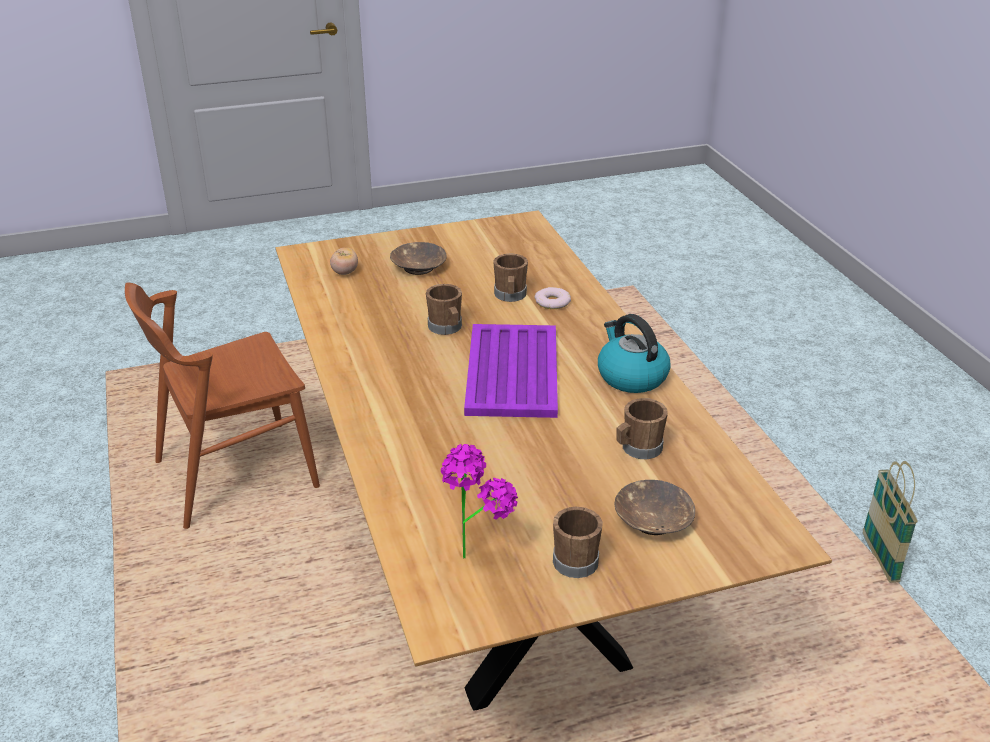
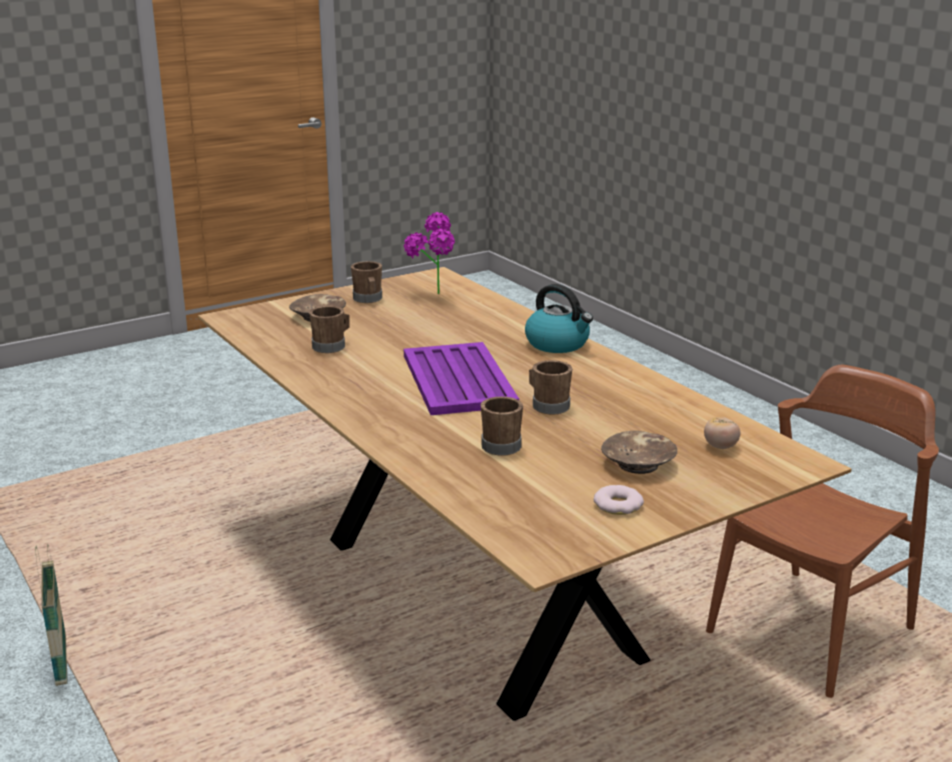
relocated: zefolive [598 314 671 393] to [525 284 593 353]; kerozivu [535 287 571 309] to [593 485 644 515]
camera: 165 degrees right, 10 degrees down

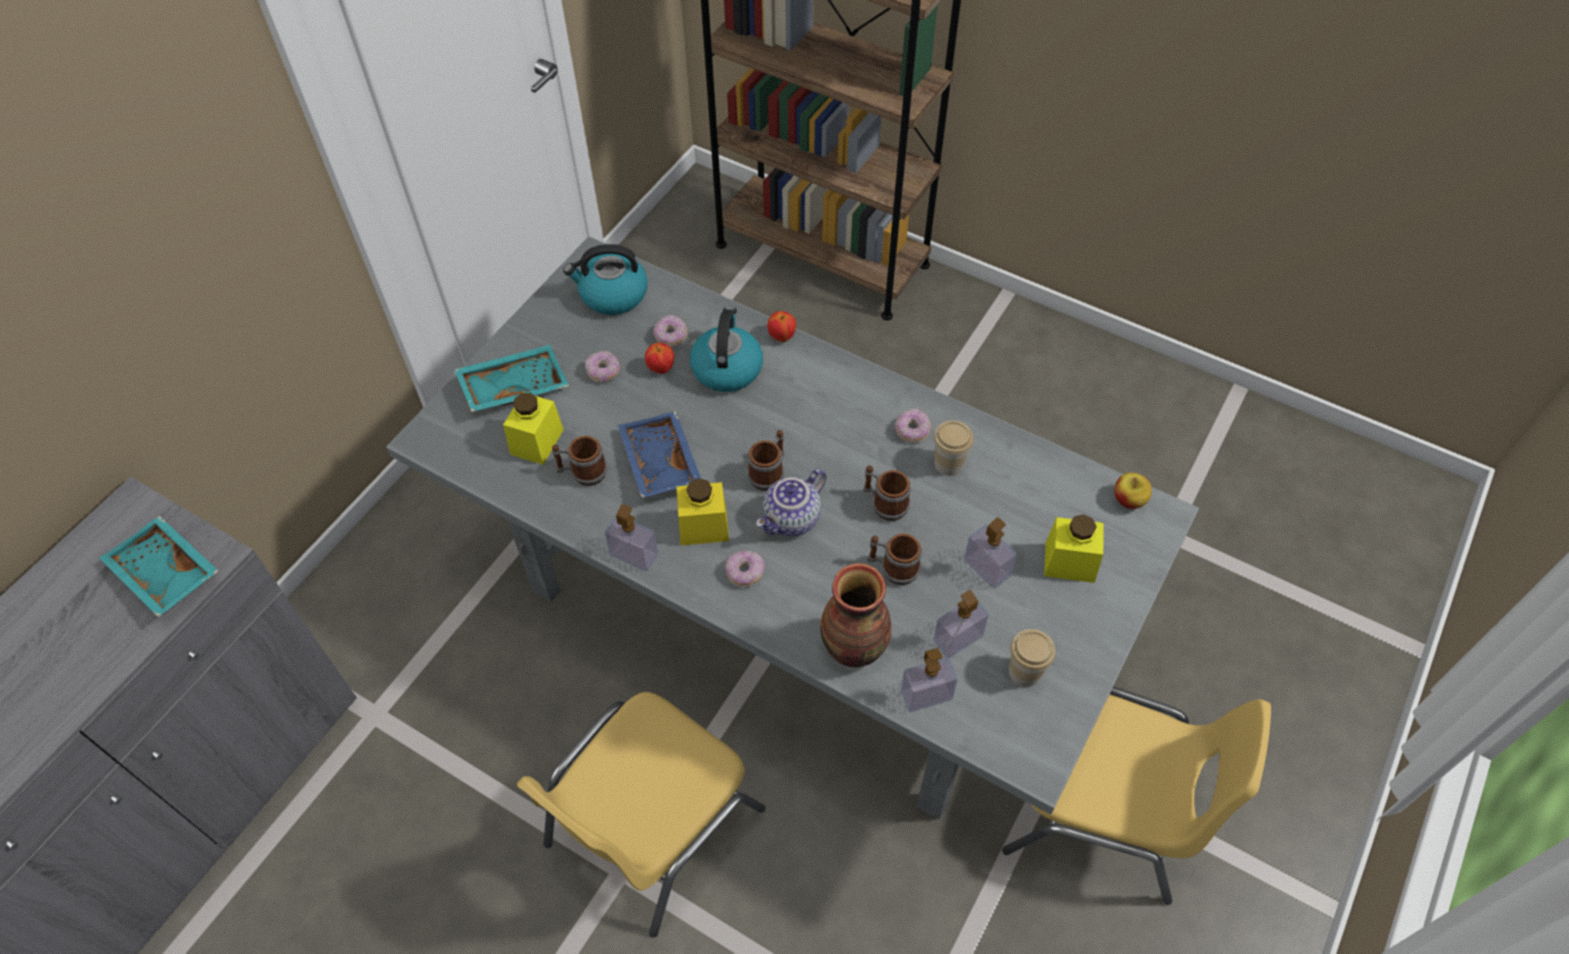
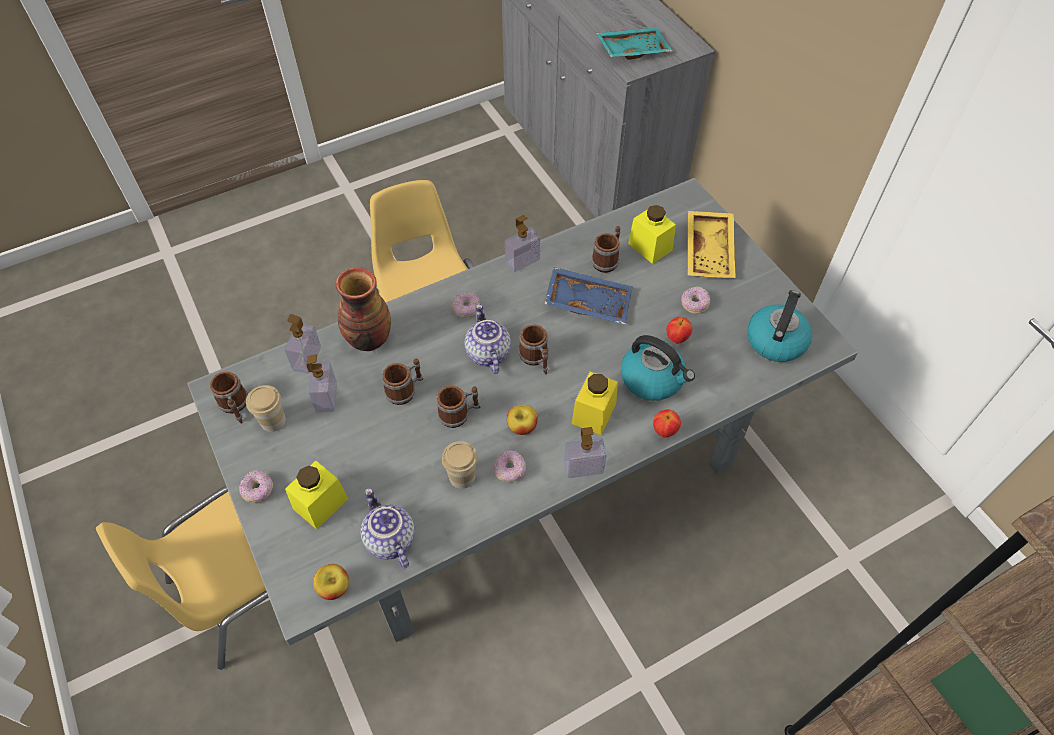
appeared: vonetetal [210 371 248 424]; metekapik [361 488 415 568]; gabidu [507 405 538 435]
relocated: kerozivu [653 315 687 347] to [239 470 273 503]; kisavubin [964 517 1017 589] to [564 427 607 478]; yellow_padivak [676 478 729 546] to [572 372 618 435]
colour: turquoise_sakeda [454 345 569 412] to yellow_sakeda [688 211 736 278]
camera: 120 degrees right, 0 degrees up

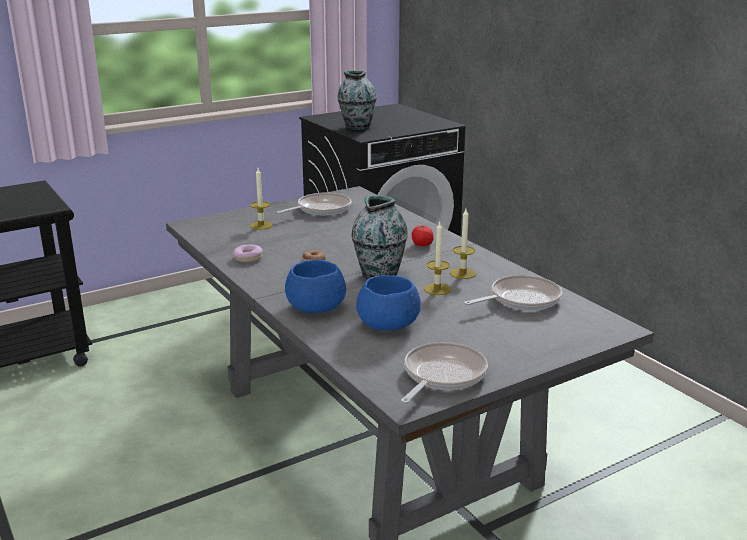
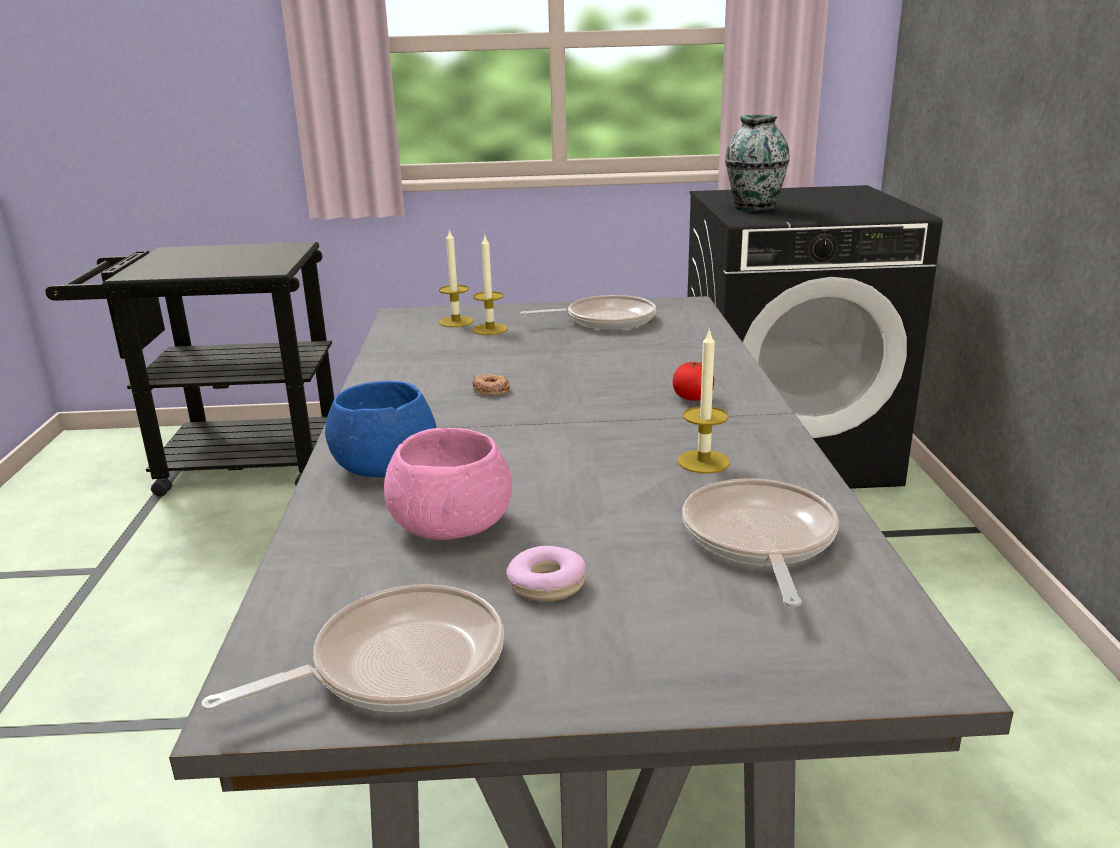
missing: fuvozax [351 196 408 279]
relocated: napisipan [424 222 451 295] to [439 229 473 327]; kerozivu [233 245 263 262] to [506 546 586 602]
colour: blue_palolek [356 275 421 330] to pink_palolek [384 428 512 540]
spun: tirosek [465 275 562 311] = [682 478 839 607] 90 degrees counterclockwise
camera: 30 degrees right, 0 degrees up

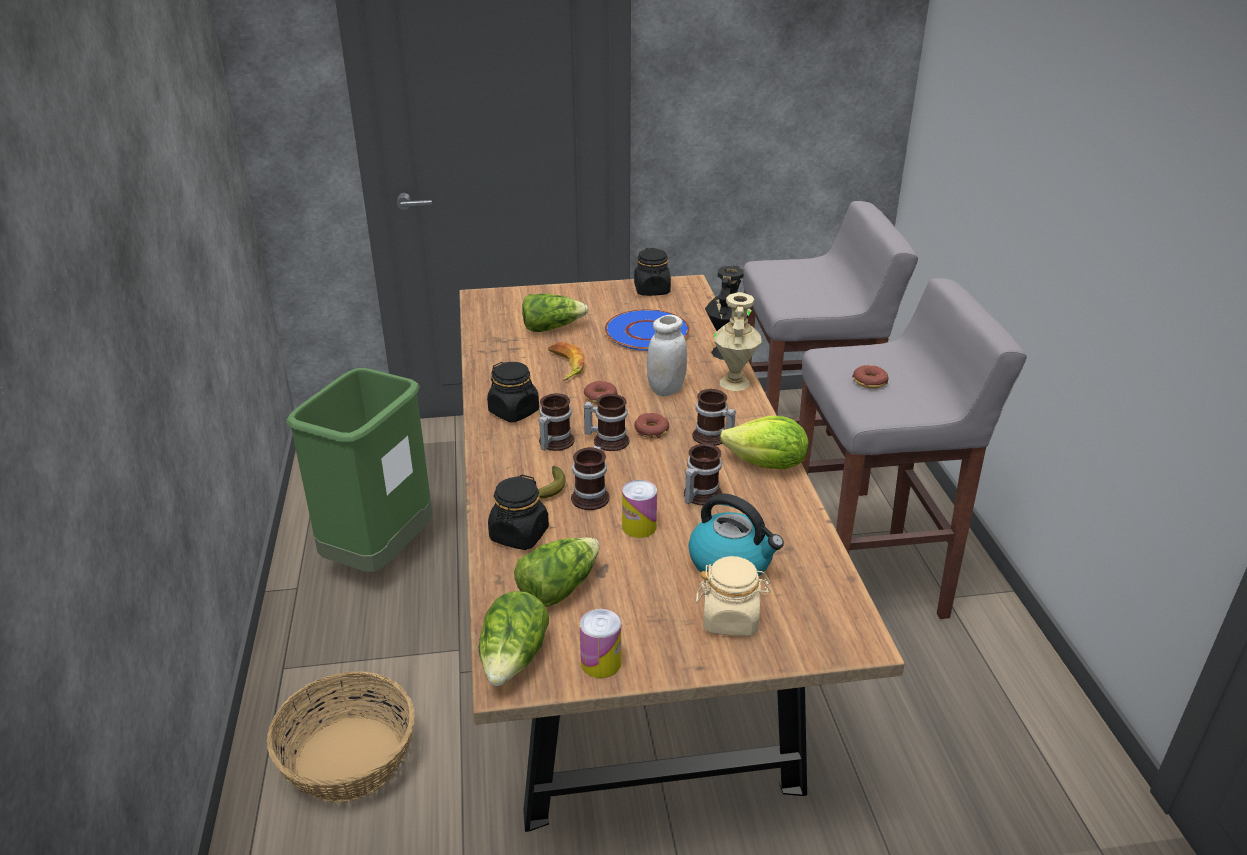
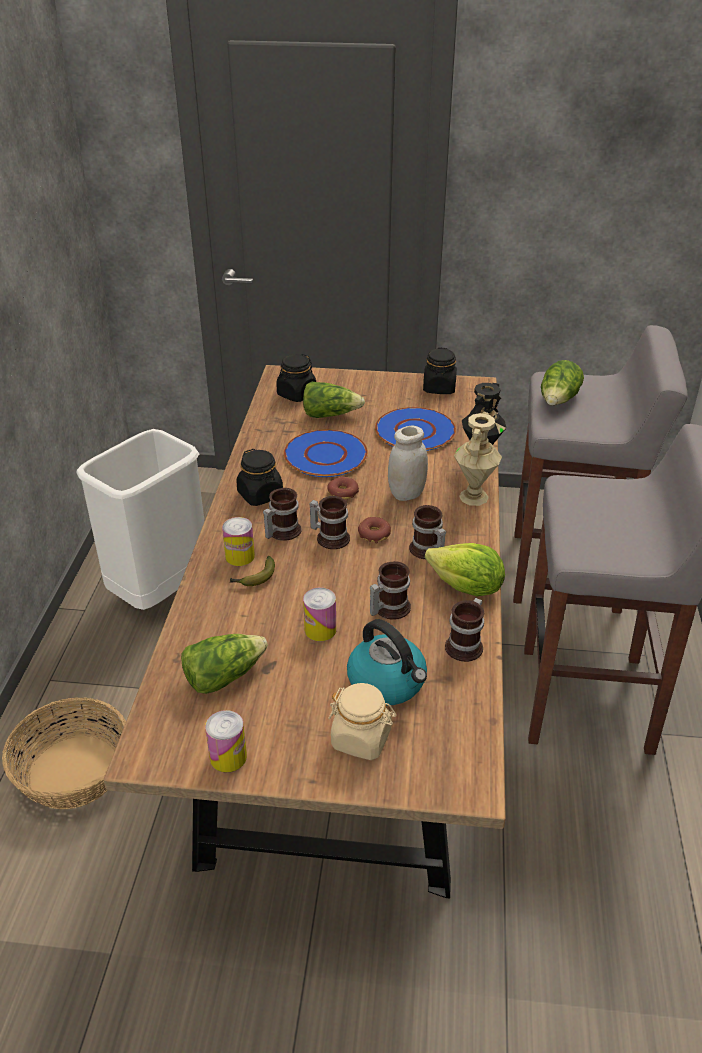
missing: kerozivu [852 365 889 389]
appeared: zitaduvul [222 517 255 566]
relocated: black_padivak [488 475 549 550] to [276 354 316 402]; vonetetal [571 446 610 510] to [445 598 484 662]; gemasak [479 591 549 686] to [541 360 584 406]
exchanged: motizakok [548 342 584 381] to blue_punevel [284 430 368 477]
colour: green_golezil [286 368 432 572] to white_golezil [76 429 205 610]
camera: 15 degrees right, 5 degrees up

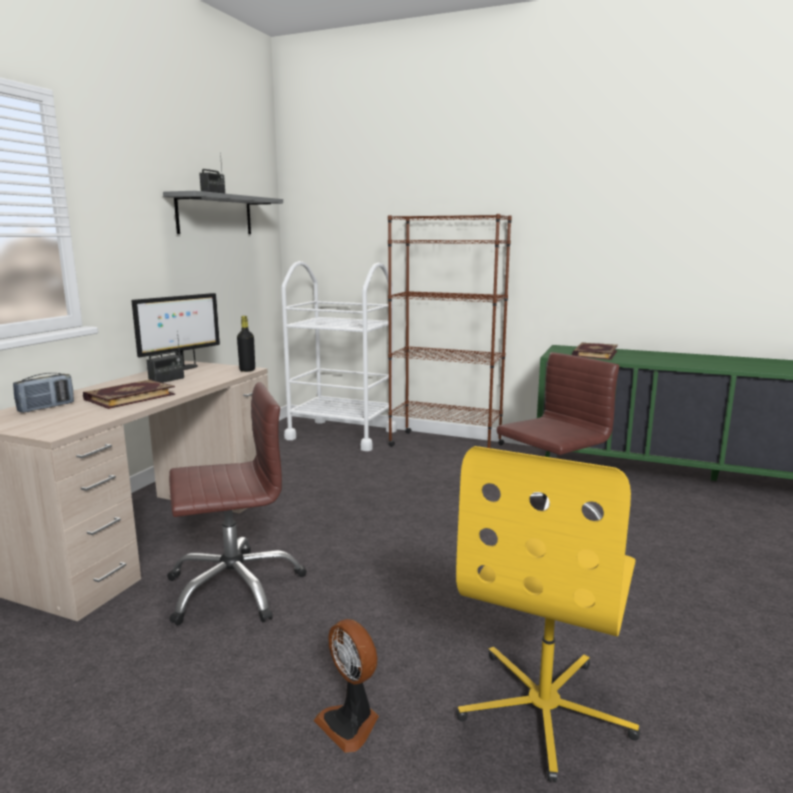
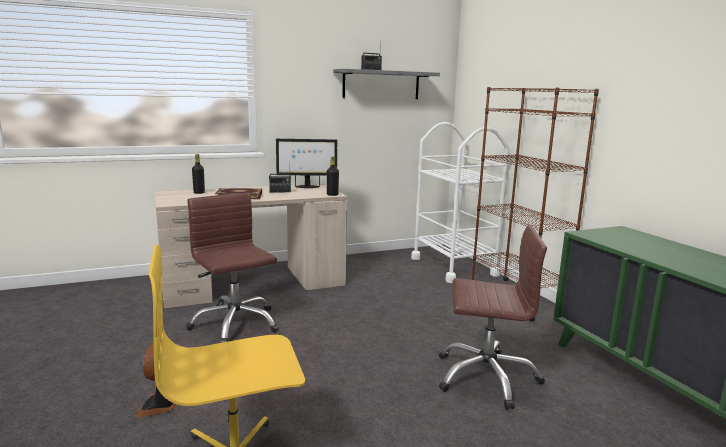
missing: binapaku [572 342 618 360]
exchanged: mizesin [13 373 74 413] to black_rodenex [192 154 205 194]
spun: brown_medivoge [167 382 307 625] = [186 193 279 343] 150 degrees counterclockwise
camera: 45 degrees right, 0 degrees up

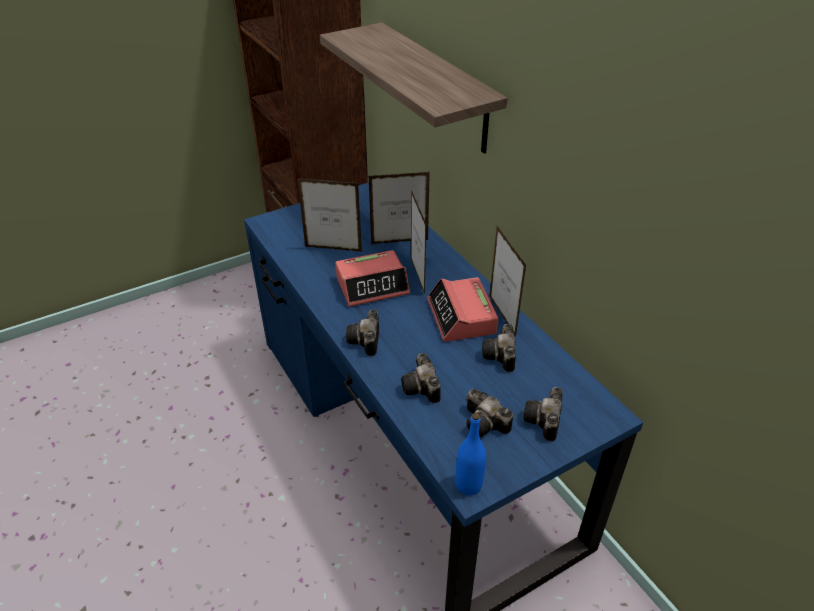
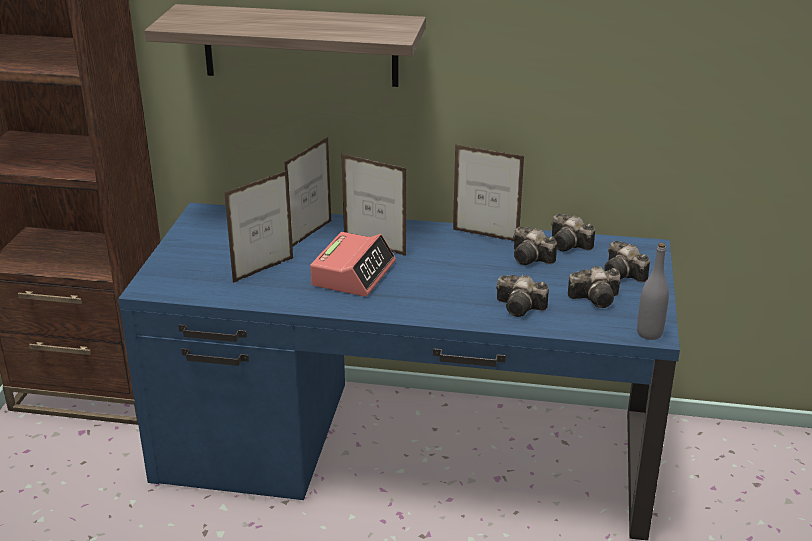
missing: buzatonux [427 277 498 342]
relocated: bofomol [346 310 379 356] to [551 214 595 251]
colour: blue_rodenex [456 413 486 495] to grey_rodenex [637 243 669 340]
camera: 50 degrees left, 10 degrees down

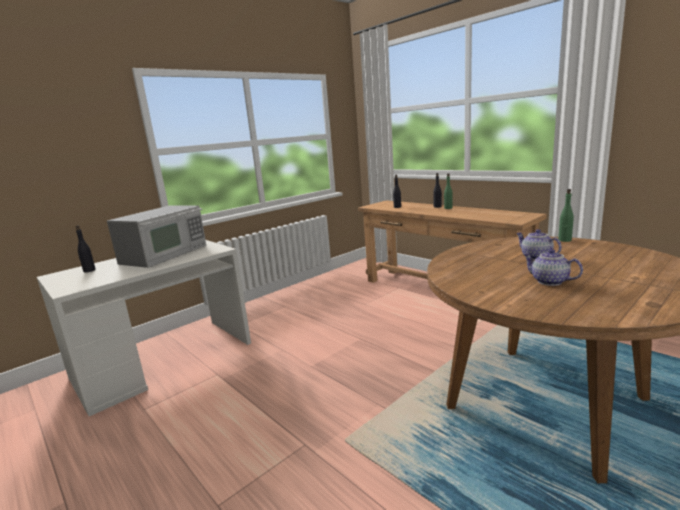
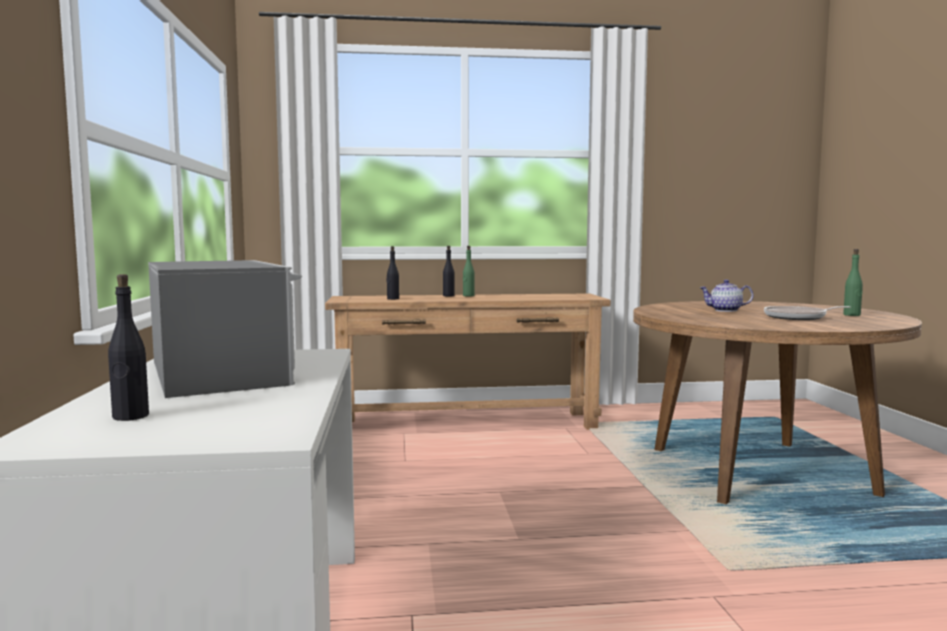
relocated: green_rodenex [558 189 574 242] to [843 249 863 316]
exchanged: metekapik [523 249 583 286] to tirosek [764 306 850 320]
camera: 55 degrees left, 10 degrees down

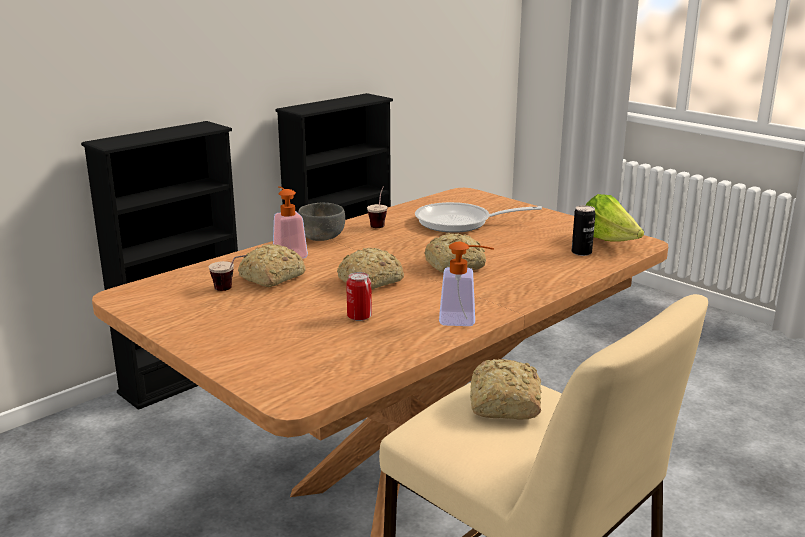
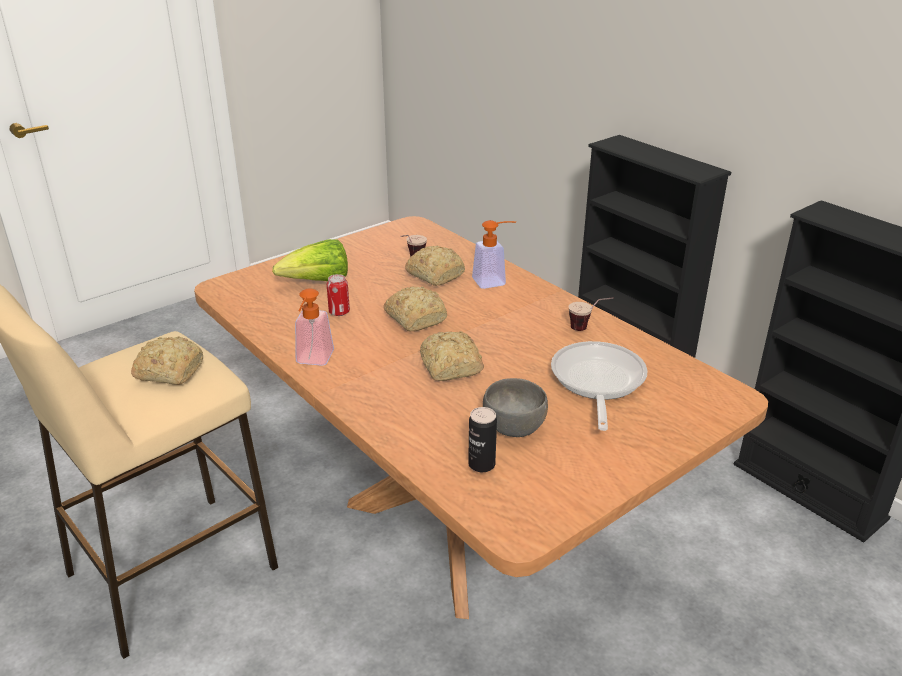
relocated: gemasak [586 194 644 242] to [272 239 348 281]; grey_palolek [298 203 345 241] to [483 378 548 437]
camera: 95 degrees right, 10 degrees up

